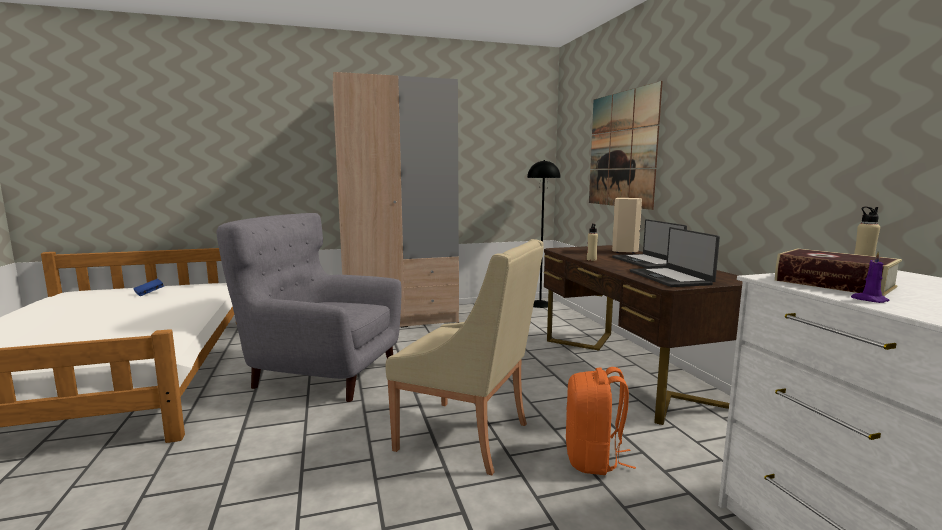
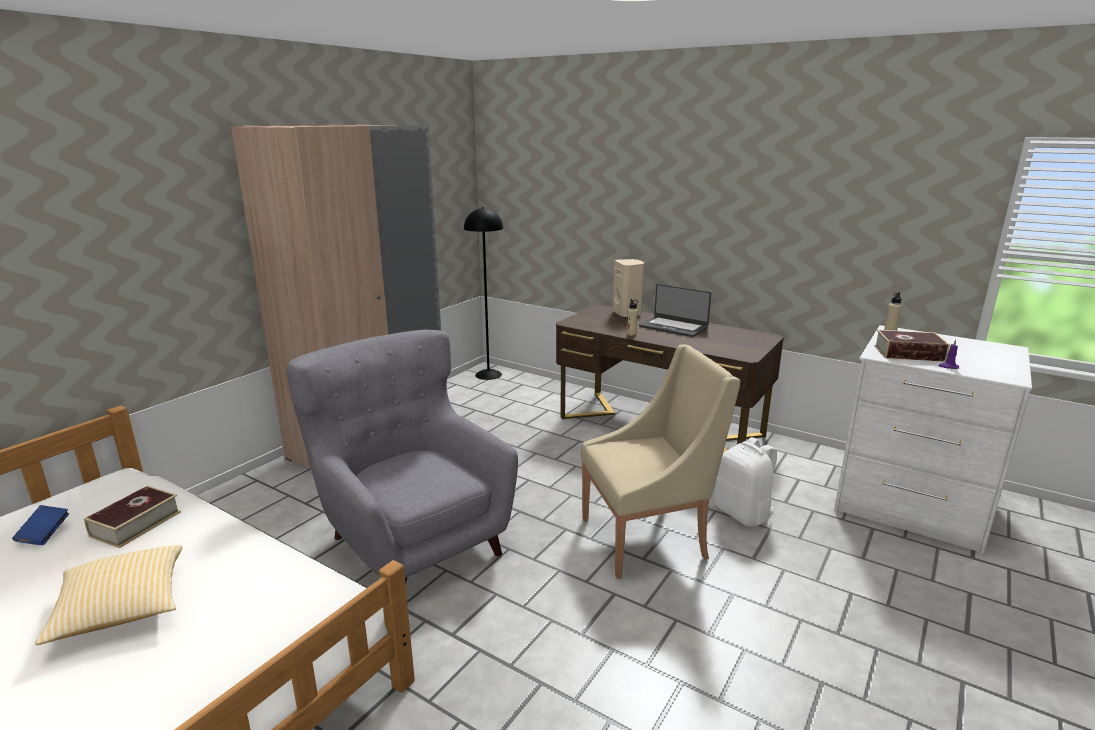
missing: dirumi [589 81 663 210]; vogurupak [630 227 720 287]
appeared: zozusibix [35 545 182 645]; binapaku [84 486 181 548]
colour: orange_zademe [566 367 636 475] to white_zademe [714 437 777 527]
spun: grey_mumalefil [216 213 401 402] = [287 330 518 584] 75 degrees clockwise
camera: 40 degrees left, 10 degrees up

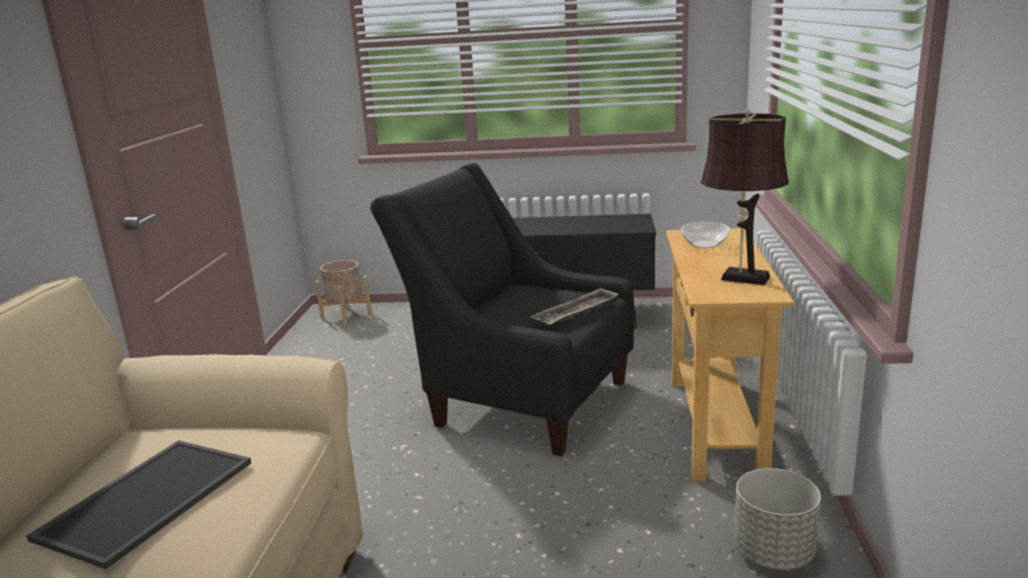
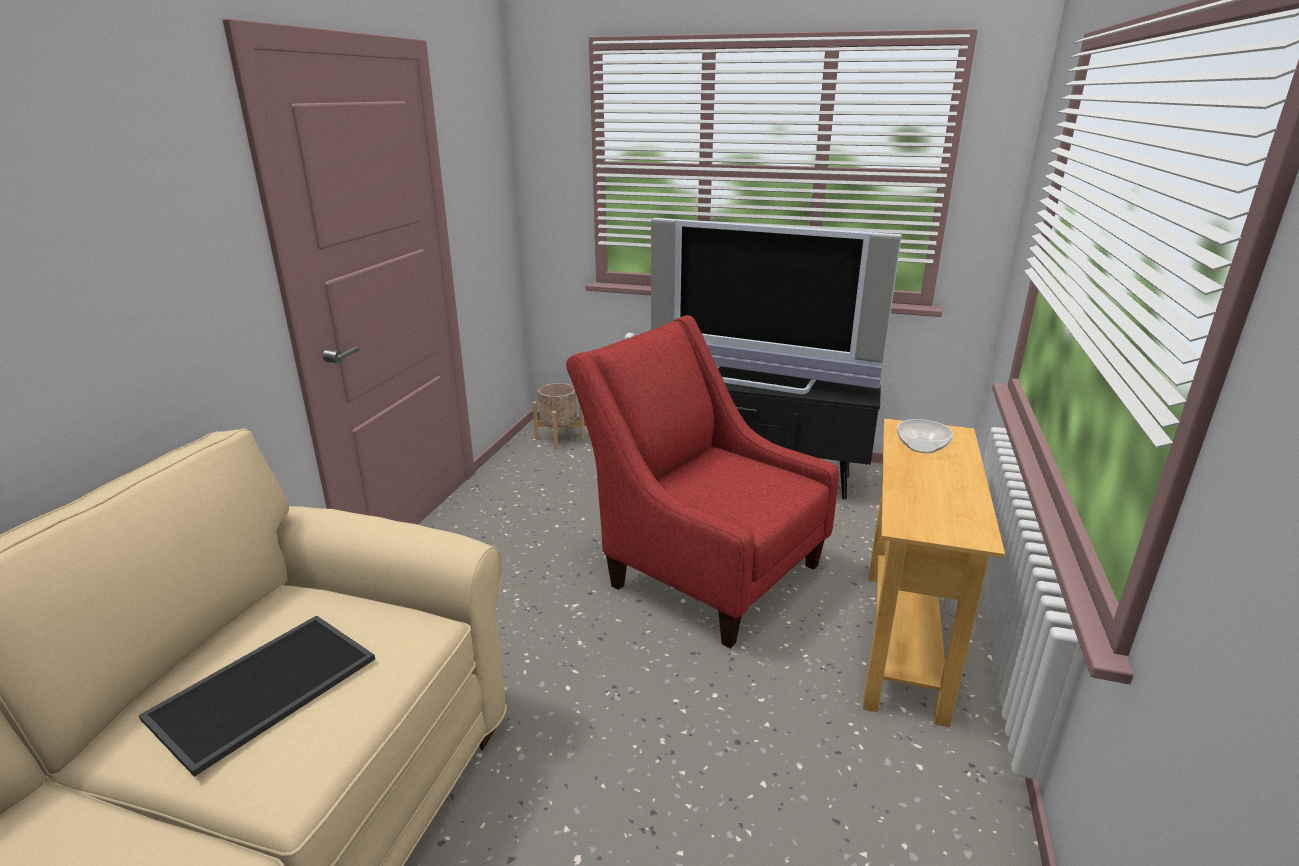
missing: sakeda [531 288 620 327]; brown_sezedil [701 109 789 285]; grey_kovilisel [734 468 821 570]
appeared: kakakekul [651 218 902 394]
colour: black_mumalefil [370 163 634 456] to red_mumalefil [566 315 839 648]
camera: 10 degrees right, 5 degrees up

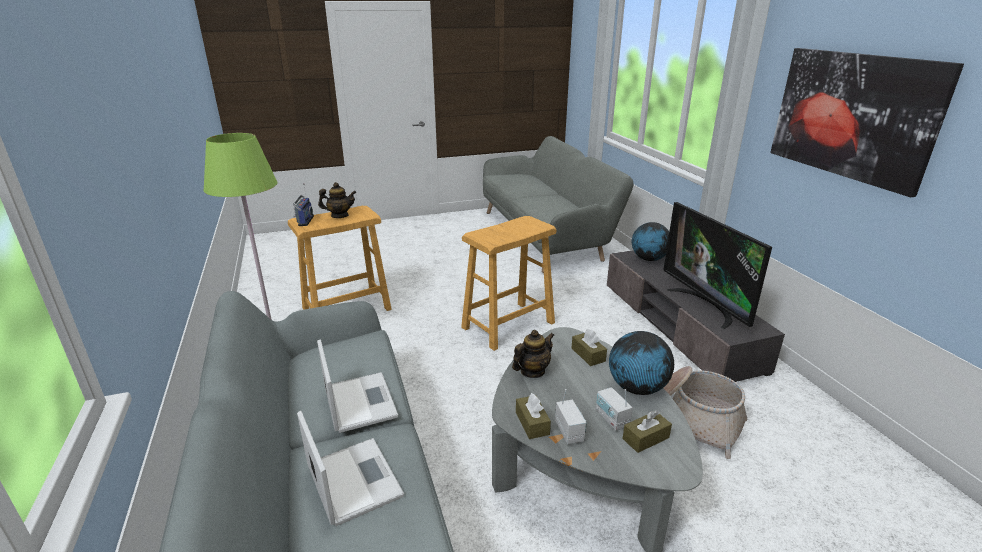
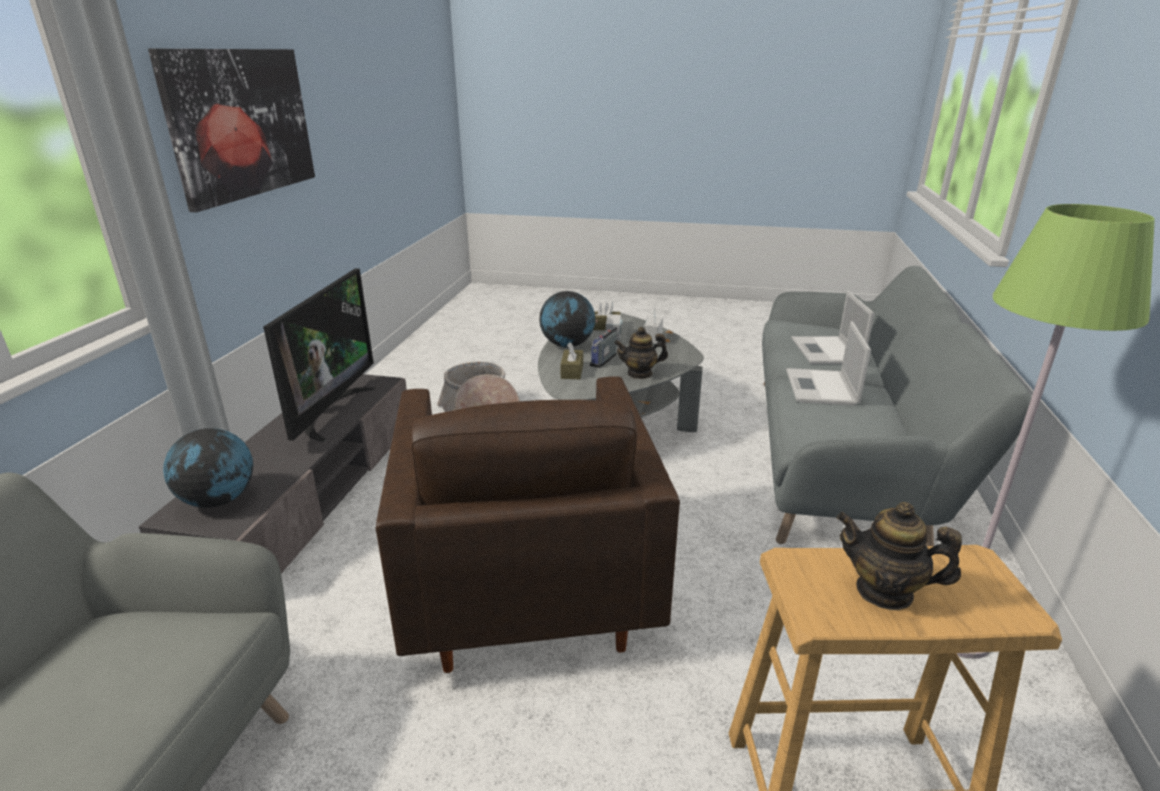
missing: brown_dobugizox [516 393 551 439]
relocated: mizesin [293 183 314 226] to [590 320 619 368]
exchanged: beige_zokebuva [461 216 556 351] to brown_mumalefil [376 376 680 673]
camera: 150 degrees left, 0 degrees up

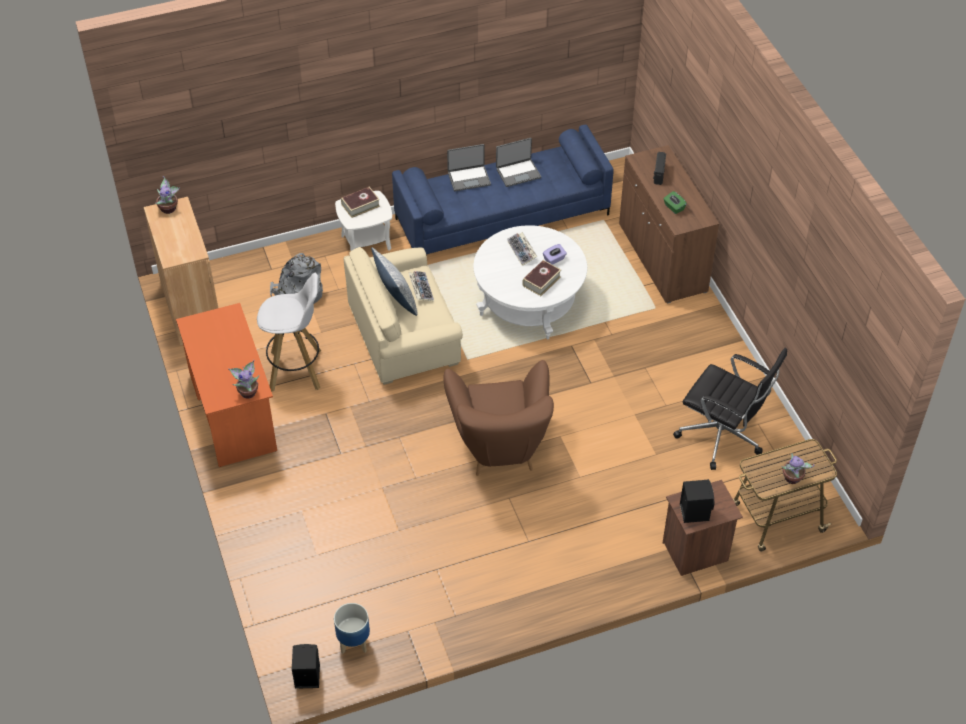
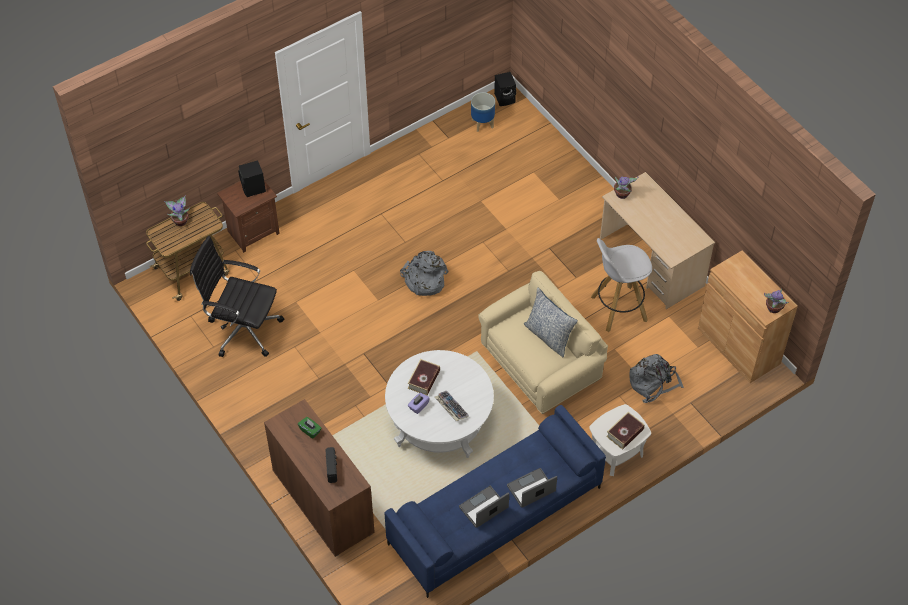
missing: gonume [409 271 434 301]
exchanged: brown_mumalefil [443 360 554 476] to grey_zademe [400 251 449 296]
colour: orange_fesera [176 303 277 467] to beige_fesera [600 172 715 309]
camera: 165 degrees right, 5 degrees up

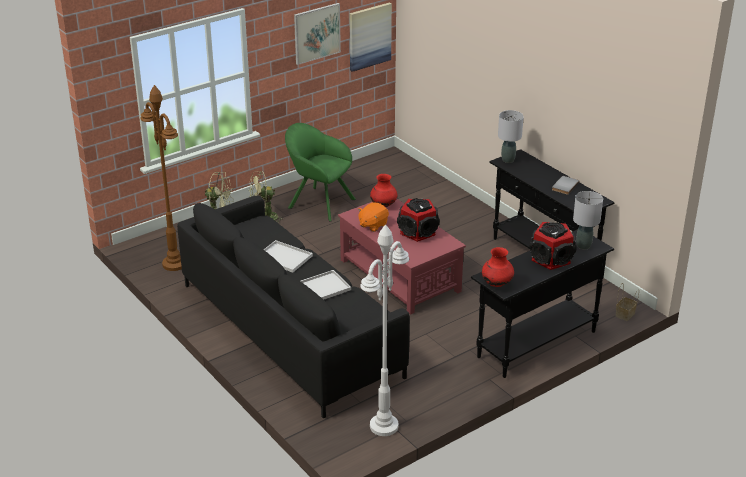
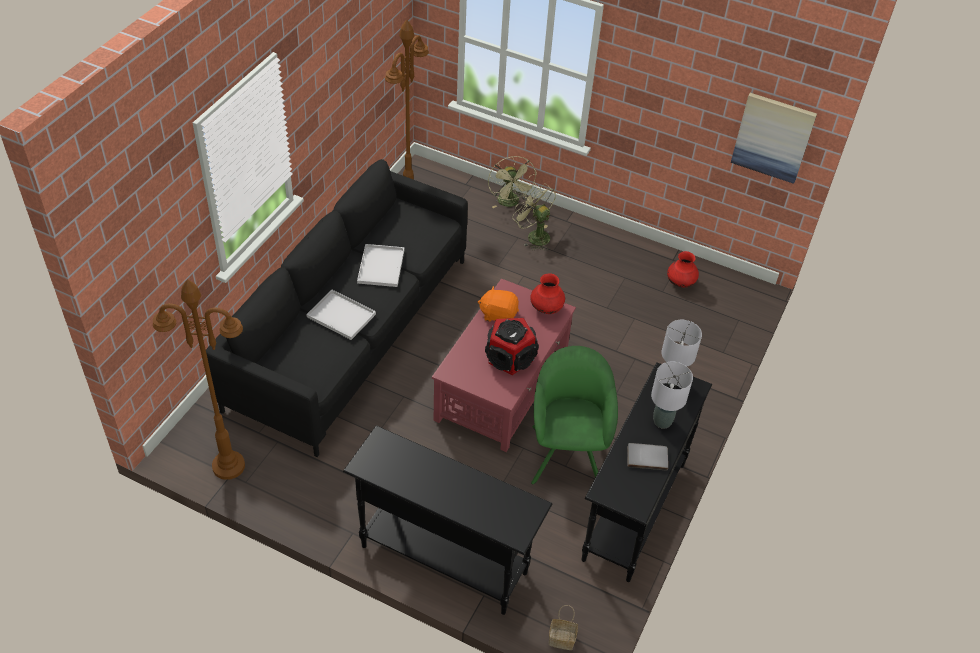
missing: dirumi [294 3 341 65]; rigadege [529 222 577 270]
relocated: green_mumalefil [285 123 356 222] to [531 346 618 485]; grey_sezedil [573 191 603 249] to [651 362 693 429]; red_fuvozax [482 247 514 287] to [667 251 699 288]
colour: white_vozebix [360 224 409 436] to brown_vozebix [153 279 245 480]
camera: 60 degrees right, 15 degrees up

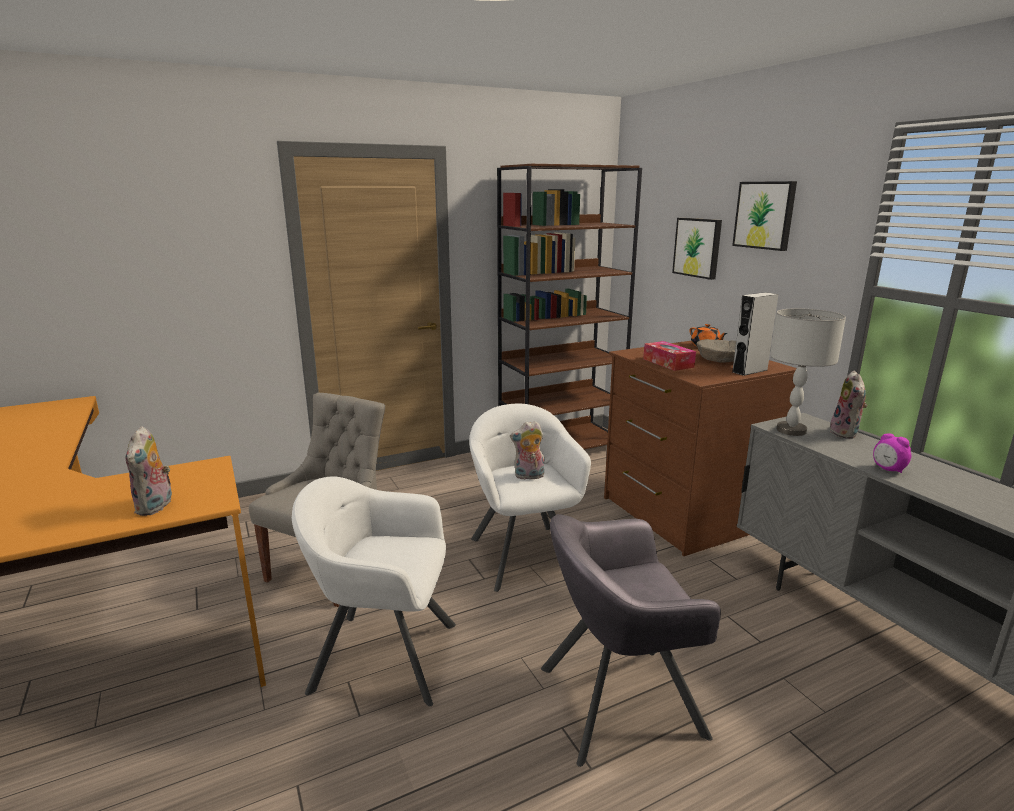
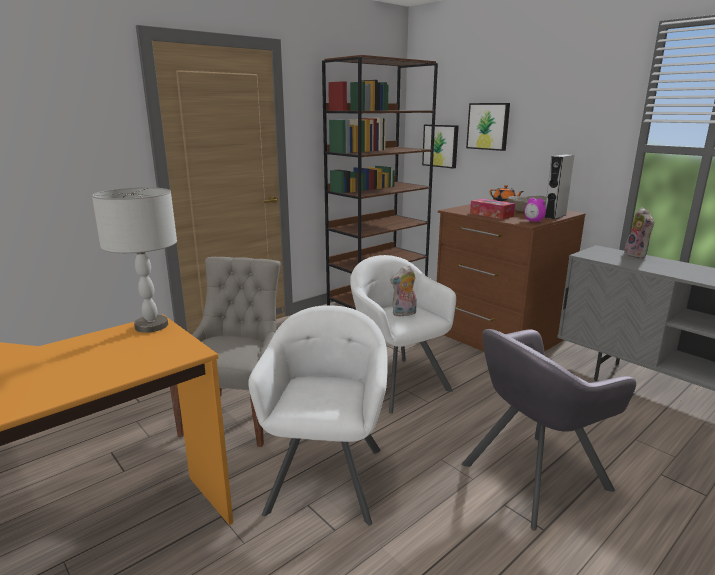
missing: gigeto [126 426 172 516]
relocated: grey_sezedil [770 308 846 436] to [92 187 177 333]; dirumi [732 181 797 251] to [422 124 459 168]; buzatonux [873 433 911 473] to [524 198 546 222]
spun: white_mumalefil [292 477 456 706] = [248 305 388 525] 105 degrees clockwise
camera: 15 degrees left, 0 degrees up

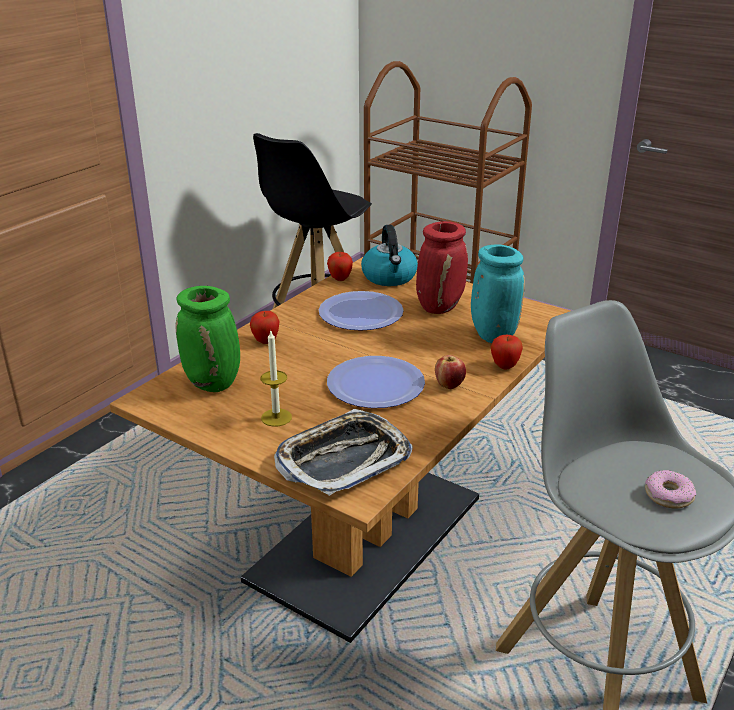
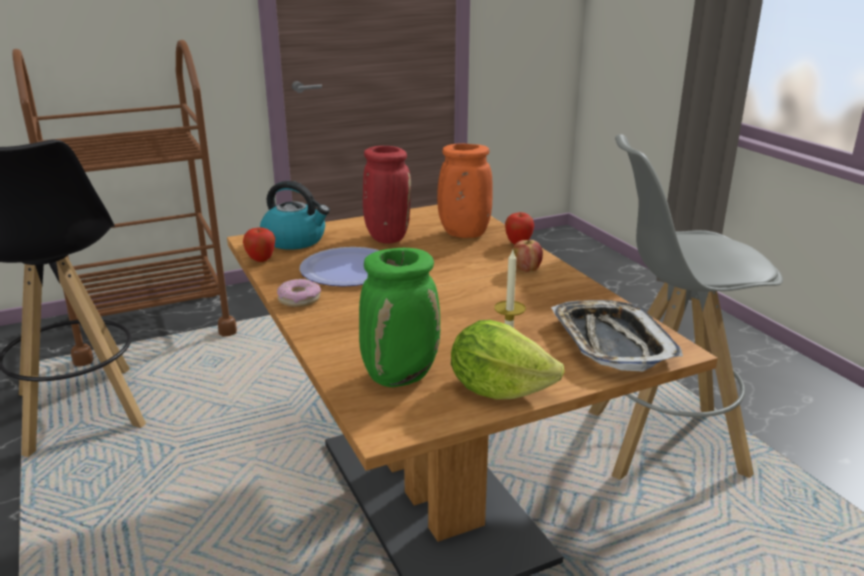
missing: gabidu [250 311 280 344]; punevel [327 356 425 408]
appeared: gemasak [451 320 565 399]
relocated: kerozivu [645 470 696 509] to [277 279 321 307]
colour: turquoise_fuvozax [471 244 525 343] to orange_fuvozax [437 143 493 238]
camera: 60 degrees left, 5 degrees down

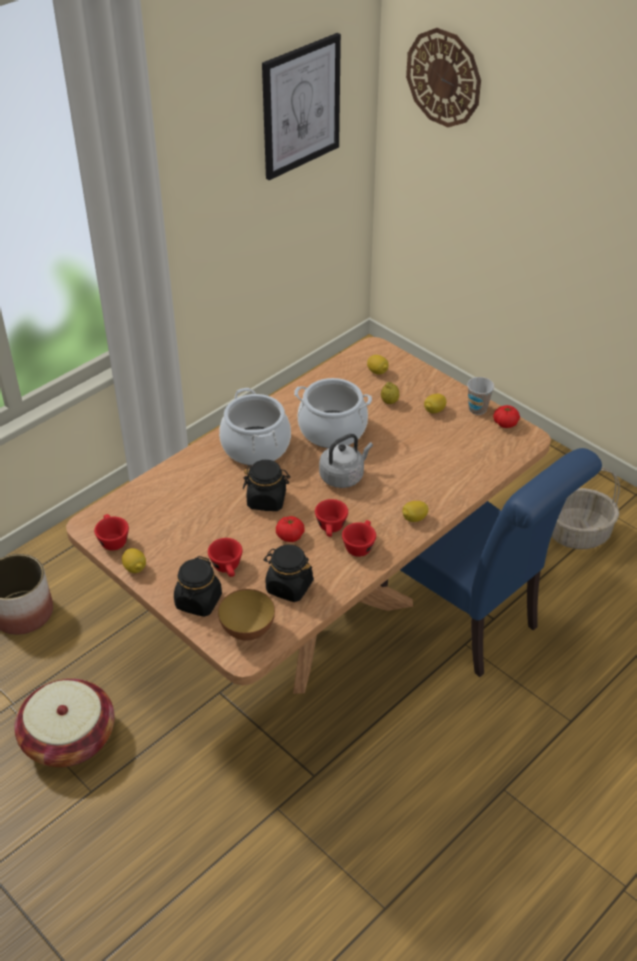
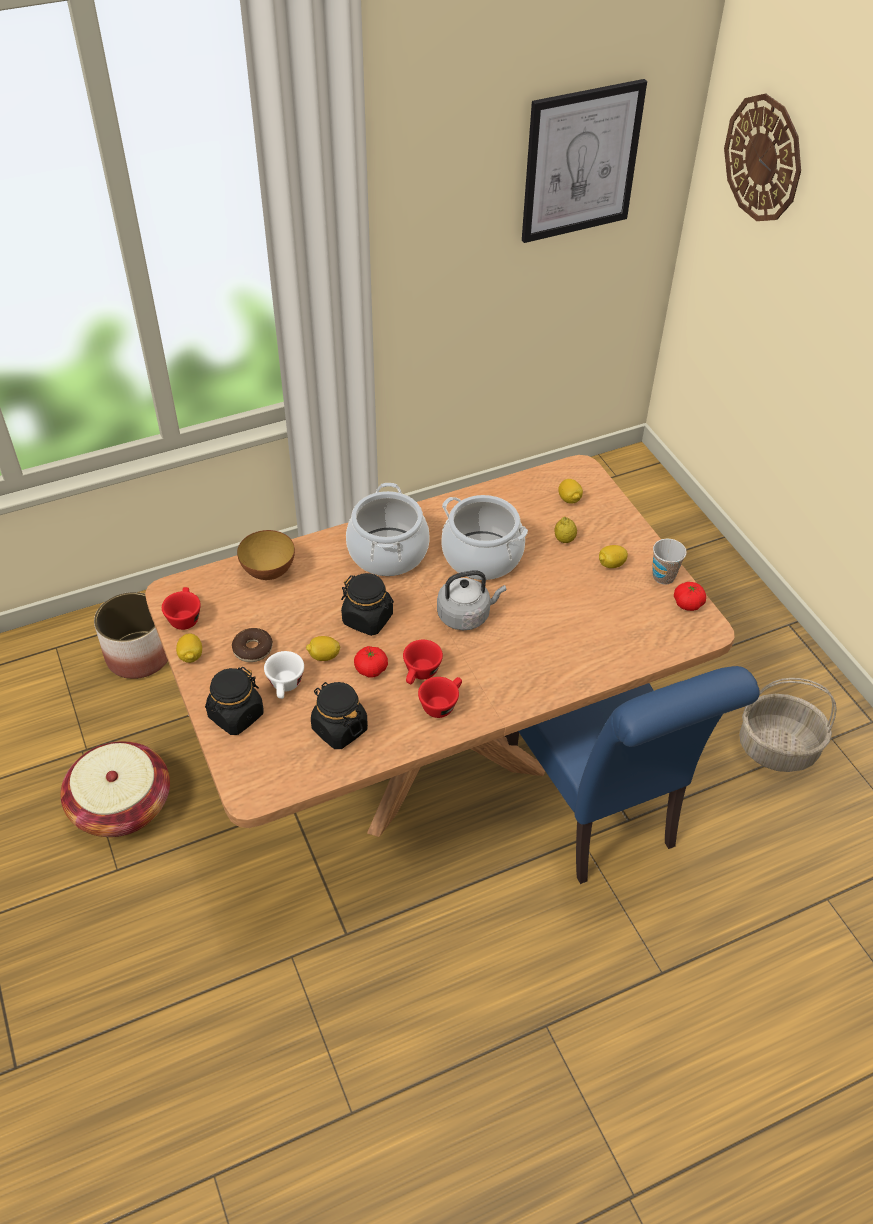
appeared: kerozivu [232 628 273 662]
relocated: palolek [218 589 275 641] to [237 530 295 580]; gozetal [402 501 428 522] to [306 636 340 661]
colour: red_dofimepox [208 538 242 577] to white_dofimepox [264 651 304 699]
camera: 20 degrees right, 5 degrees up

